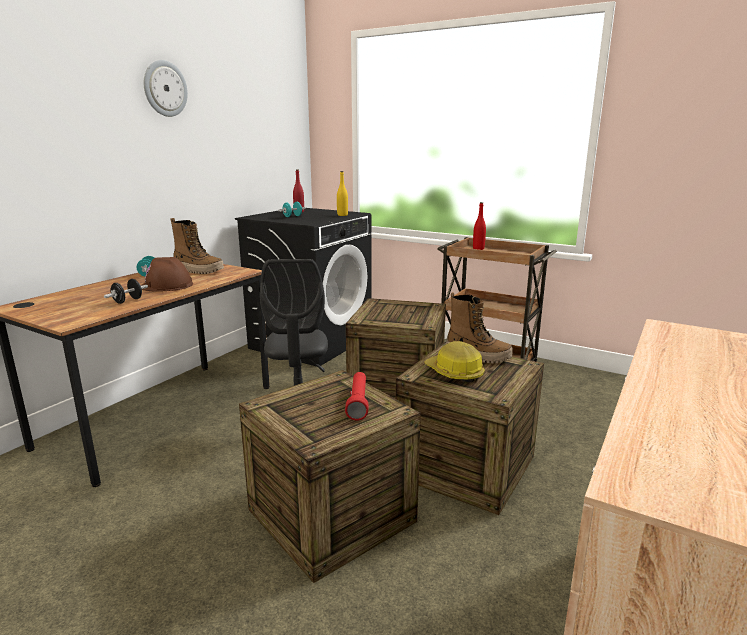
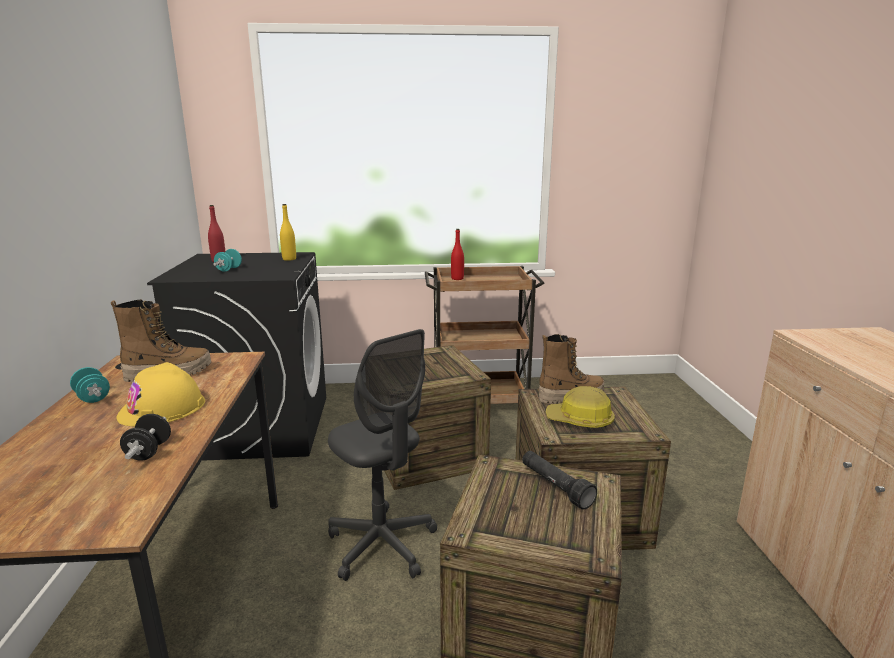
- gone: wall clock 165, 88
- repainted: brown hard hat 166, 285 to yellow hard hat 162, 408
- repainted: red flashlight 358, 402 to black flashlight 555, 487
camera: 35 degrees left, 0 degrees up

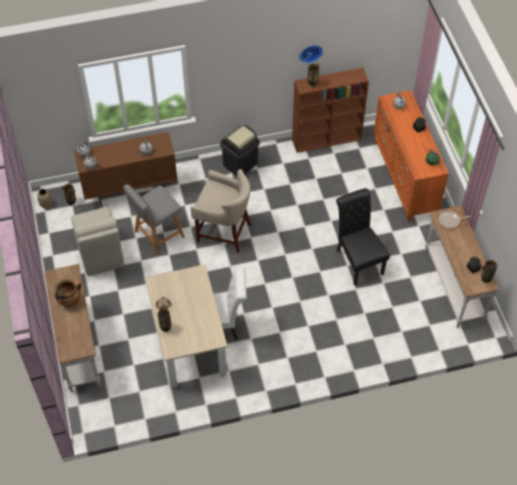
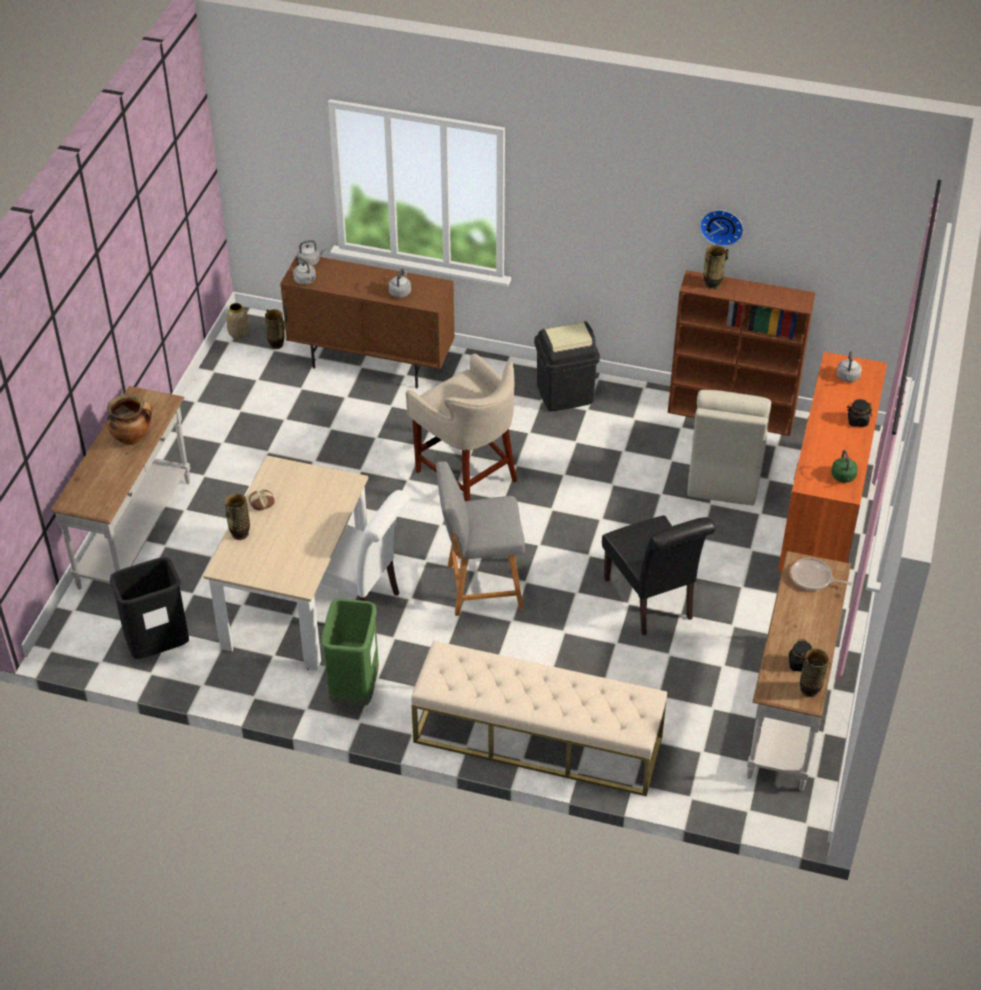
- shifted: grey stool 157, 235 to 480, 587
- rotated: black chair 357, 260 = 651, 602 150 degrees clockwise
- shifted: beige chair 100, 253 to 724, 473
- new: black trash can 159, 647
- new: green trash can 354, 691
- new: beige bench 537, 739
camera: 30 degrees right, 10 degrees down

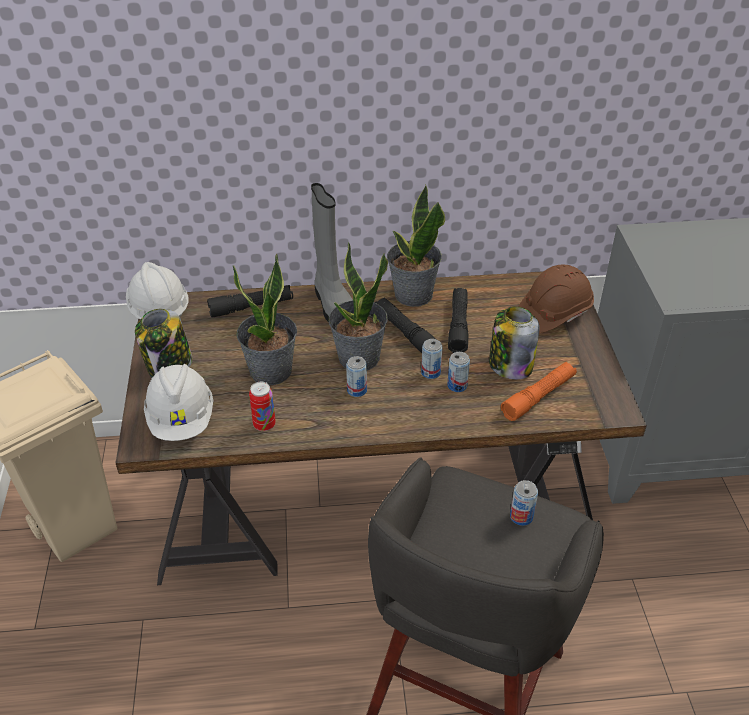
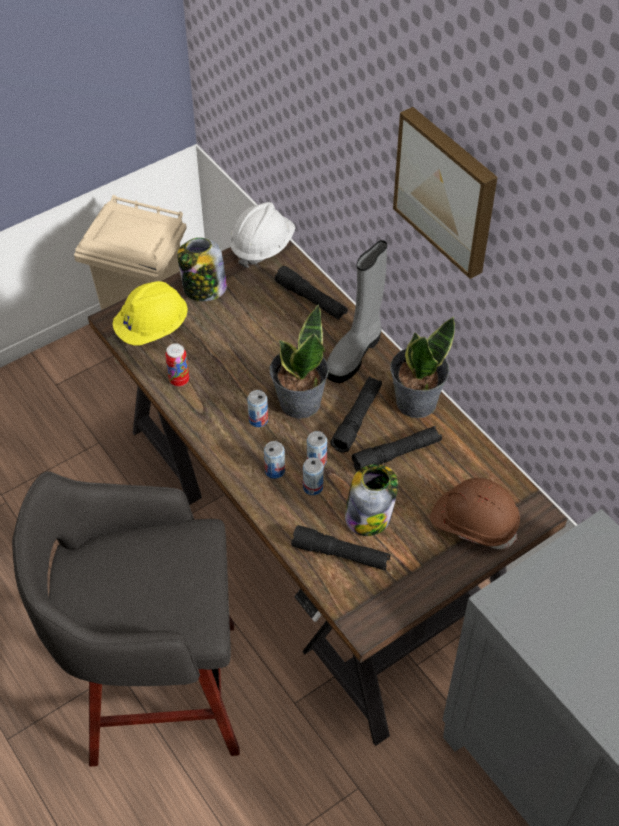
- gone: potted plant 271, 371
- repainted: orange flashlight 538, 397 to black flashlight 340, 554
- repainted: white hard hat 182, 419 to yellow hard hat 152, 328
- shifted: can 521, 516 to 275, 470
- new: picture 448, 190
camera: 60 degrees right, 10 degrees up

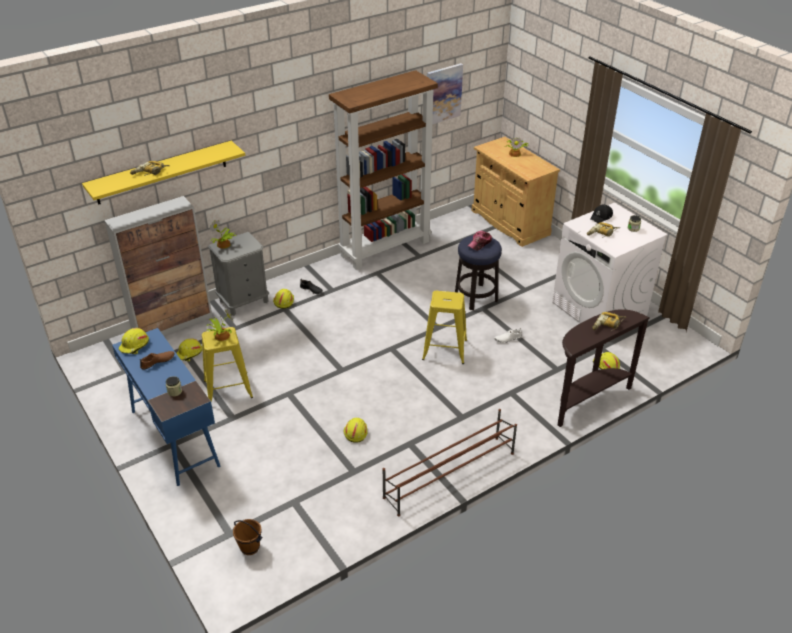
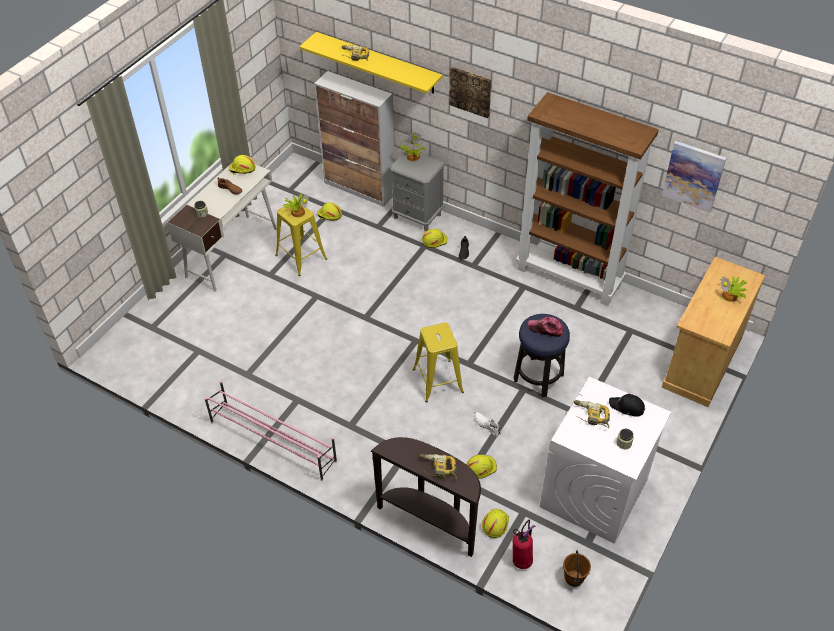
- repainted: blue desk 174, 437 to white desk 232, 252
- repainted: brown shoe rack 449, 475 to pink shoe rack 272, 441
- shifted: yellow hard hat 355, 432 to 481, 467
- shifted: brown bucket 249, 548 to 573, 578
- new: picture 470, 91
- new: fire extinguisher 521, 560
camera: 65 degrees right, 10 degrees up

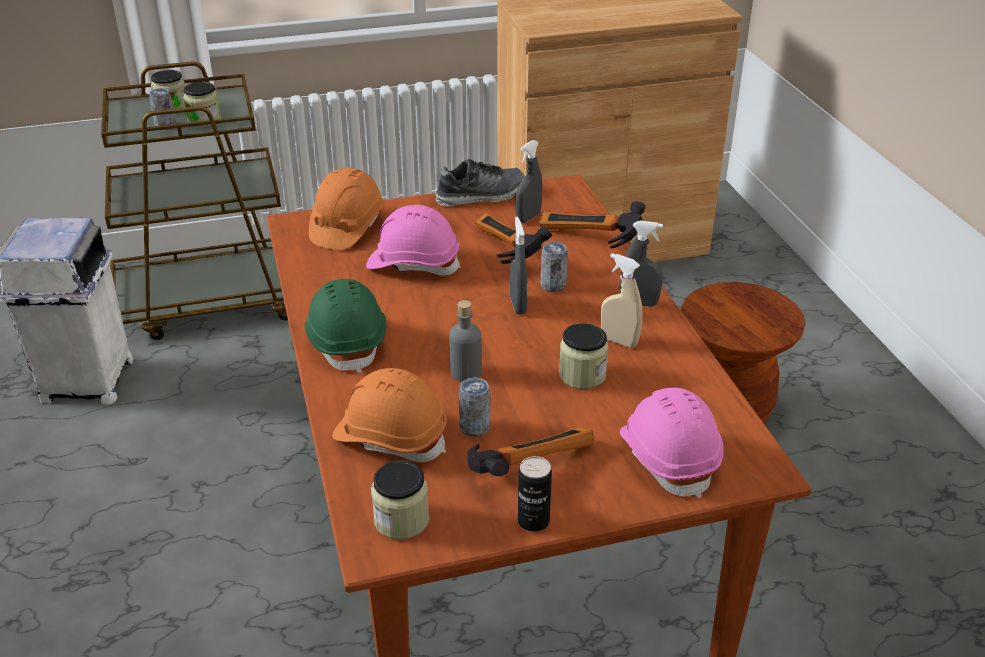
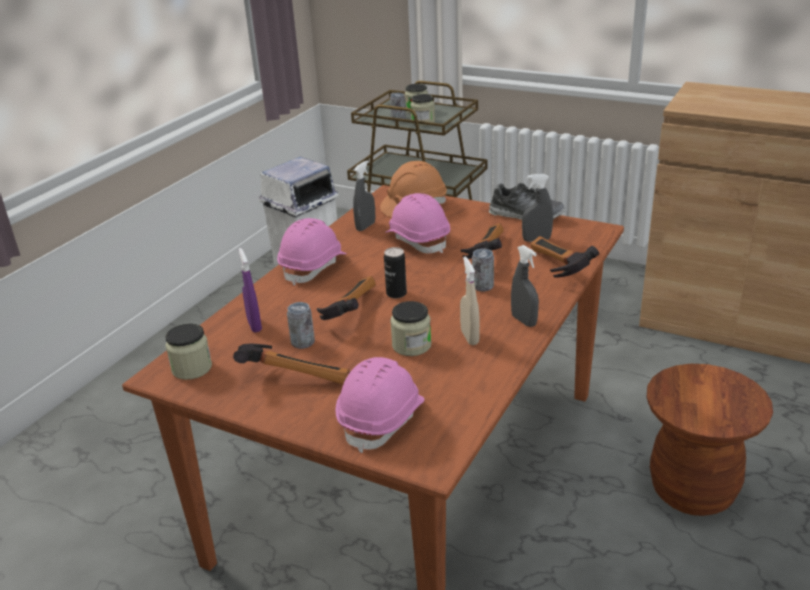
- shifted: grey spray bottle 518, 305 to 365, 226
- repainted: green hard hat 347, 342 to pink hard hat 314, 266
- swapped: grey bottle 466, 372 to hammer 347, 311
- swapped: orange hard hat 390, 437 to purple spray bottle 254, 325
- shifted: can 533, 521 to 396, 293
camera: 45 degrees right, 5 degrees down

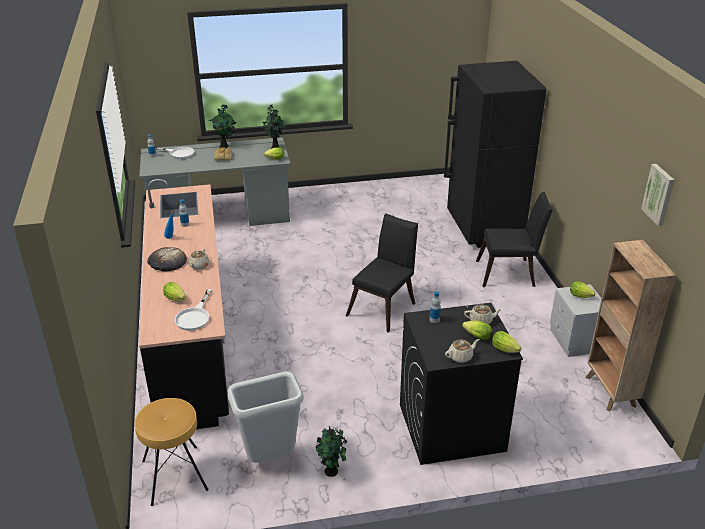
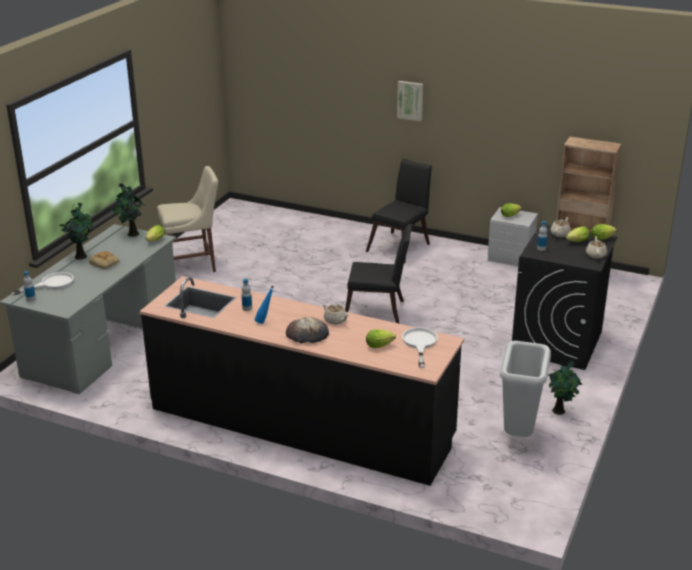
- gone: black fridge 483, 228
- shifted: picture 659, 194 to 410, 100
- rotated: black chair 384, 307 = 378, 313 120 degrees clockwise
- rotated: white frying pan 195, 316 = 419, 344 135 degrees counterclockwise
- gone: brown stool 175, 474
- new: beige chair 193, 265
camera: 55 degrees left, 5 degrees down

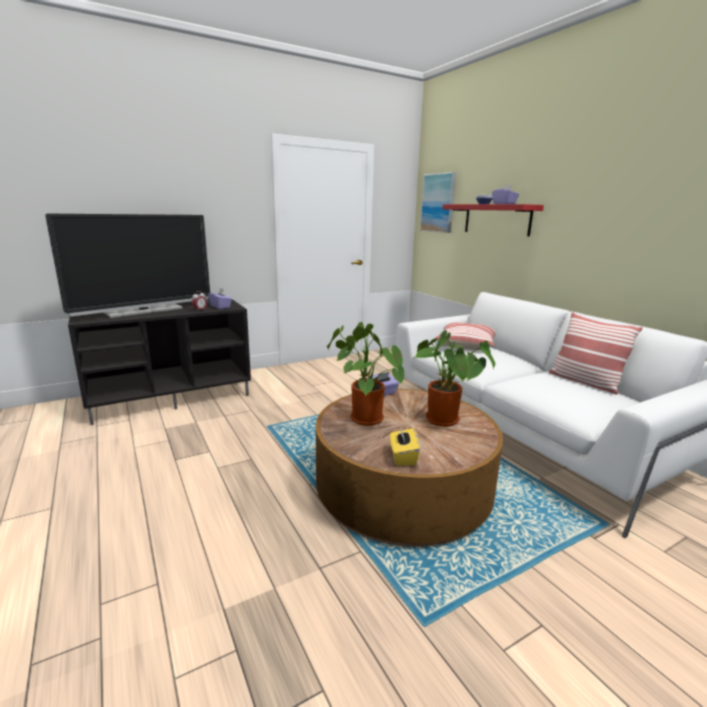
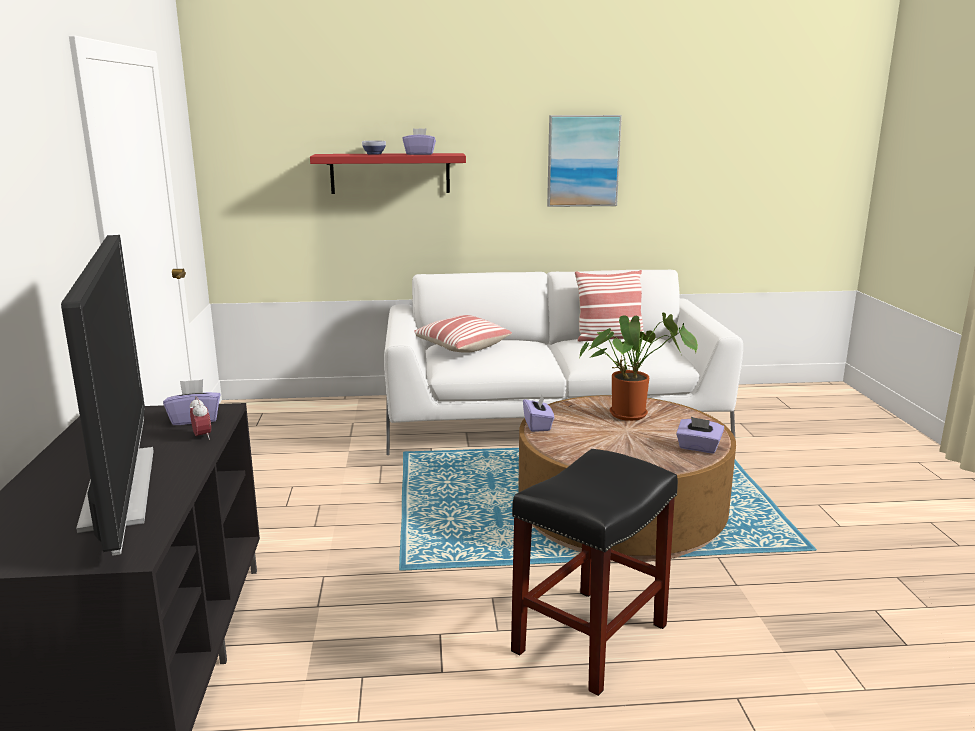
- shifted: picture 438, 203 to 583, 161
- gone: potted plant 363, 418
- repainted: yellow tissue box 403, 457 to purple tissue box 698, 448
- new: black stool 590, 637
camera: 65 degrees left, 0 degrees up

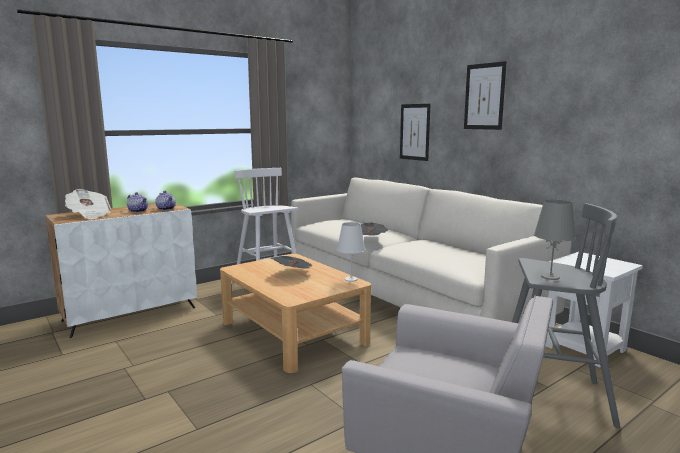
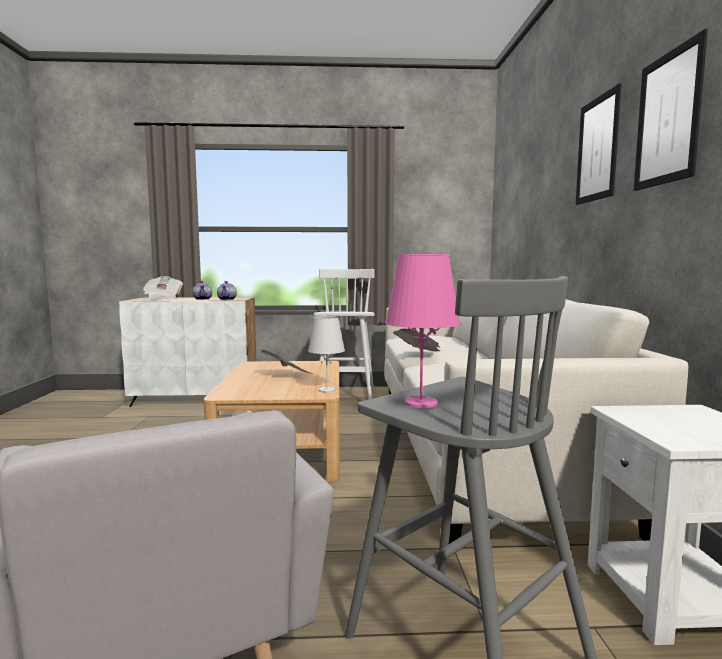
- shifted: picture 414, 132 to 668, 118
- repainted: grey table lamp 550, 277 to pink table lamp 421, 403
camera: 35 degrees right, 5 degrees down

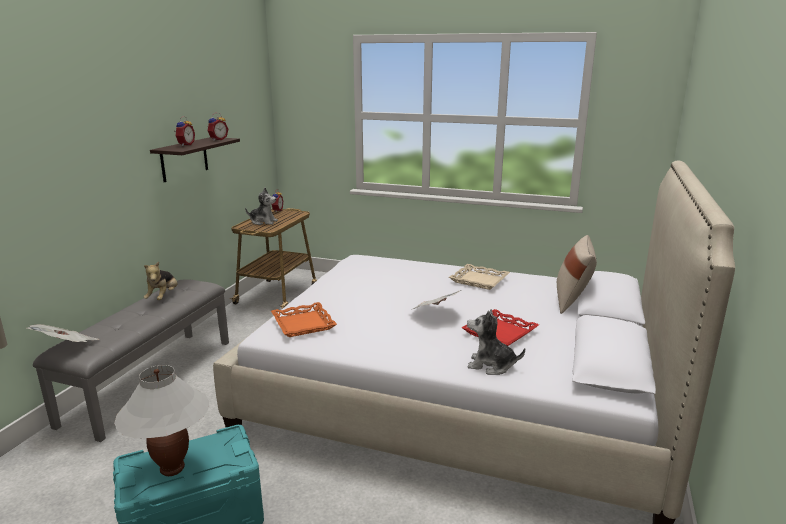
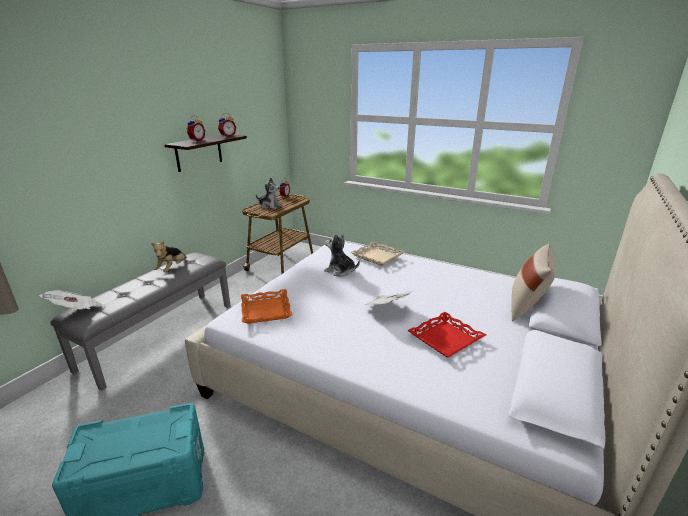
- shifted: beige tray 479, 280 to 377, 257
- shifted: plush toy 491, 365 to 340, 271
- gone: white table lamp 172, 469
camera: 10 degrees right, 5 degrees up

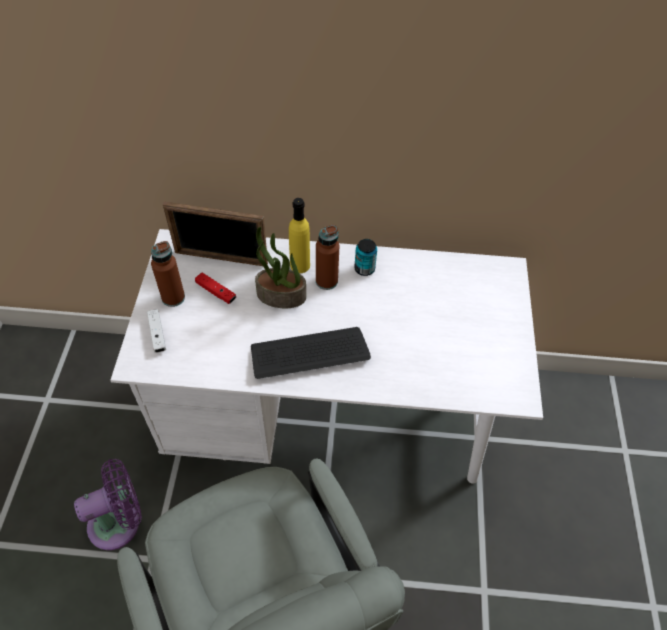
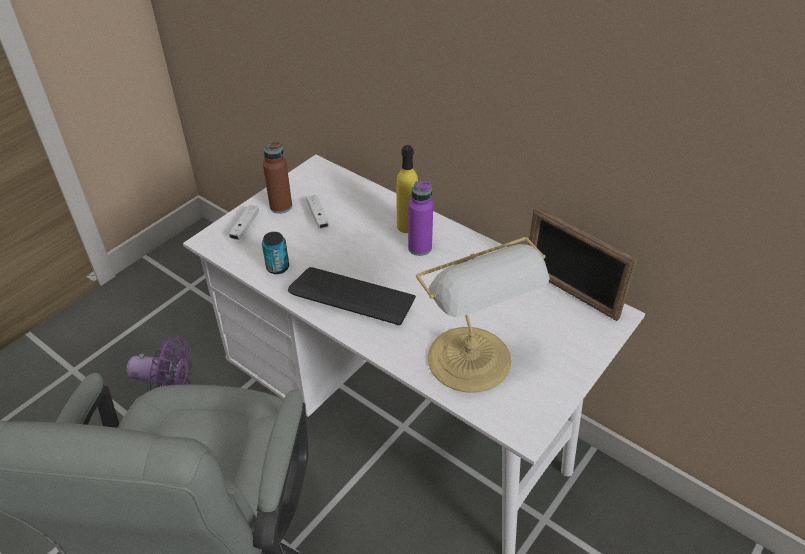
- shifted: picture frame 221, 258 to 570, 292
- repainted: brown bottle 326, 281 to purple bottle 420, 248
- gone: potted plant 280, 296
- shifted: can 364, 269 to 277, 267
- repainted: red game controller 216, 292 to white game controller 318, 216
- new: table lamp 472, 362
camera: 35 degrees right, 10 degrees down

